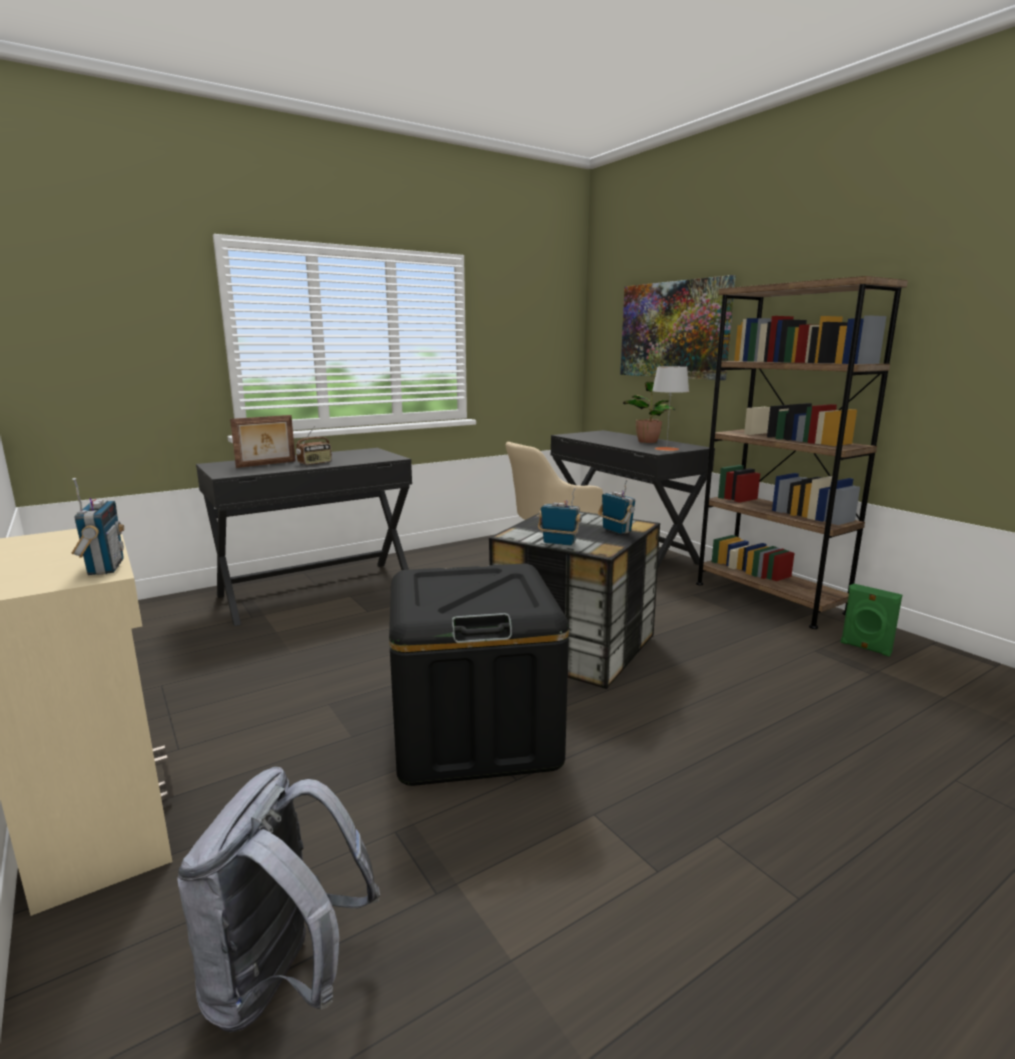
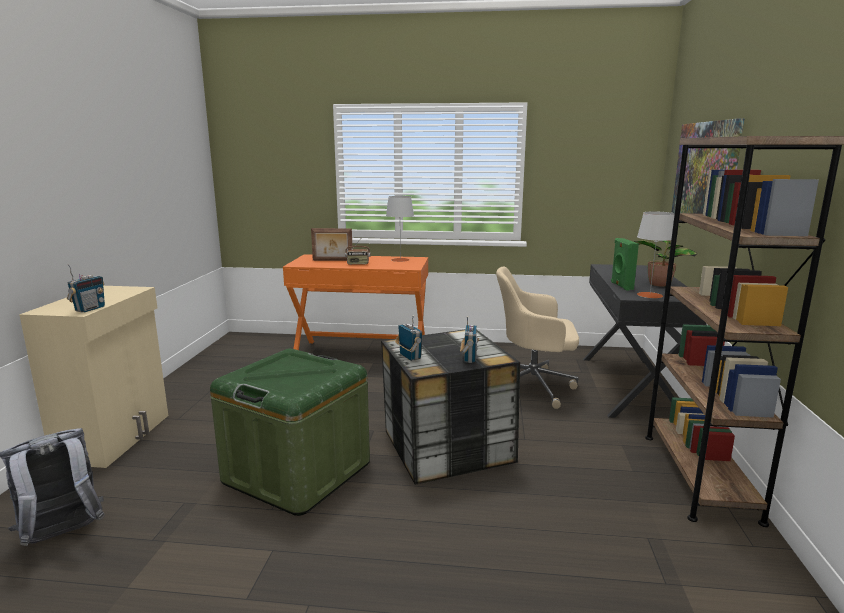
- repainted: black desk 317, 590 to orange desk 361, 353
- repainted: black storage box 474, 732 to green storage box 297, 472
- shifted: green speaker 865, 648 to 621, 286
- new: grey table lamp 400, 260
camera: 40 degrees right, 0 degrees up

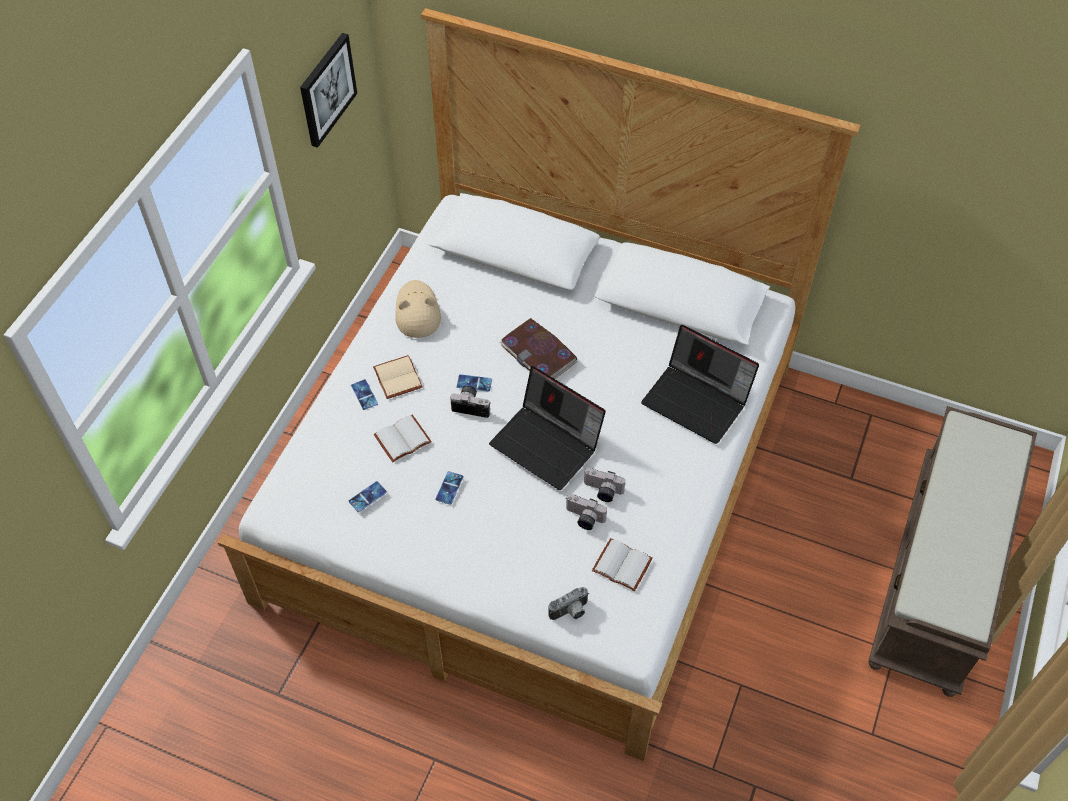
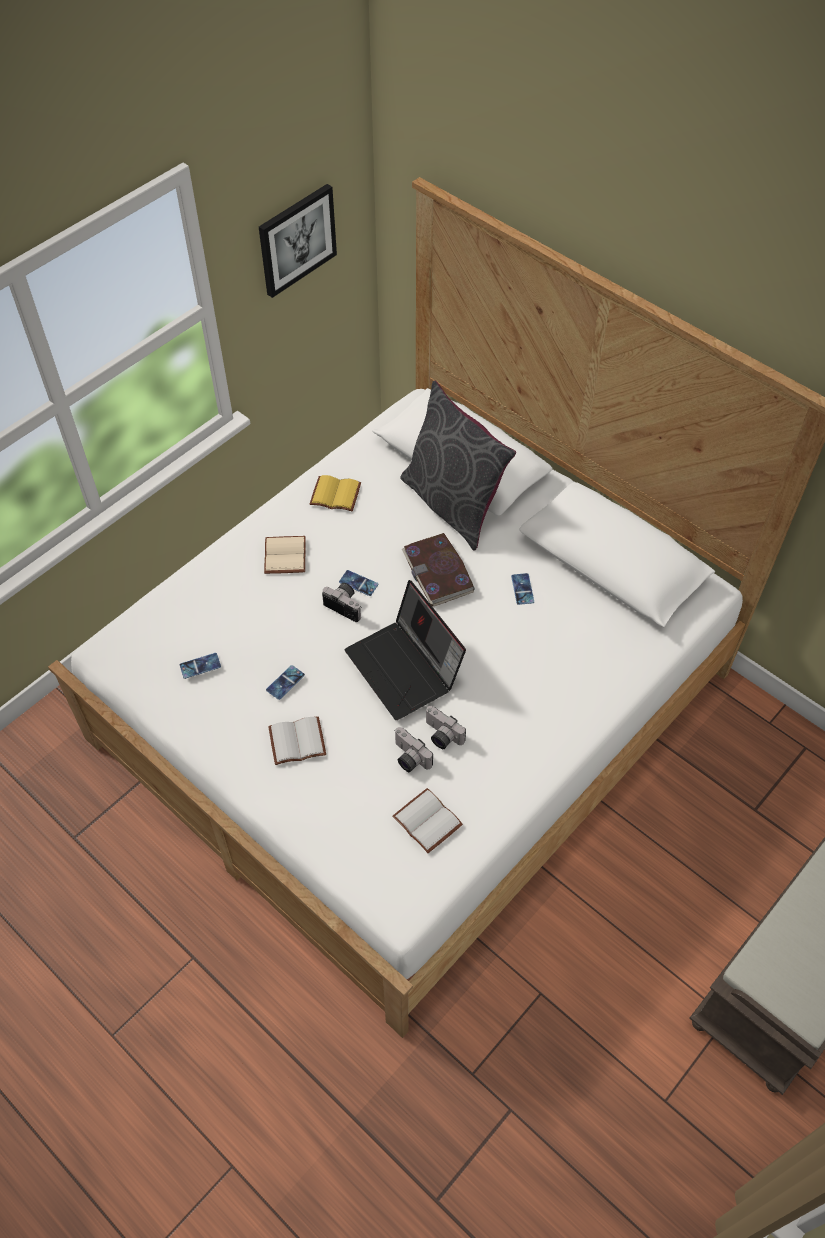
- swapped: beige hat 417, 312 to yellow book 334, 495
- gone: laptop 697, 401
- shifted: phone 364, 395 to 522, 589
- shifted: white book 402, 440 to 296, 743
- gone: photo camera 570, 612
- new: grey pillow 452, 504
camera: 20 degrees right, 0 degrees up

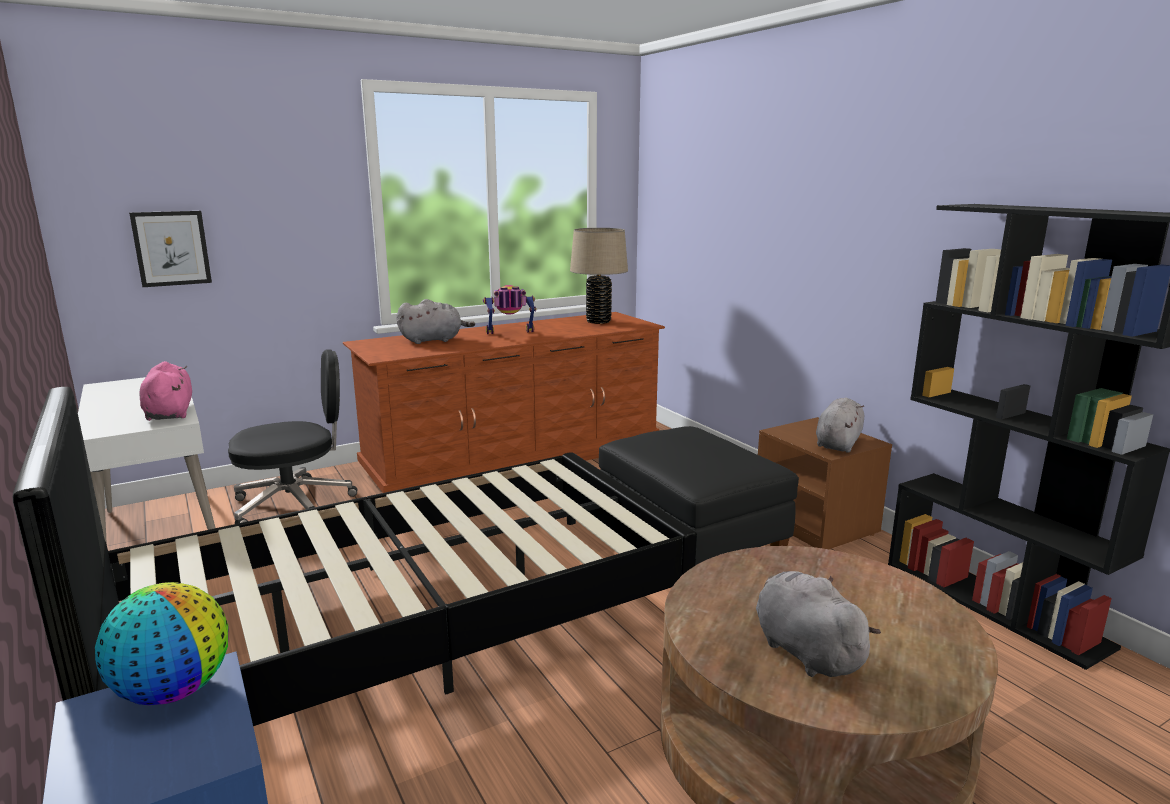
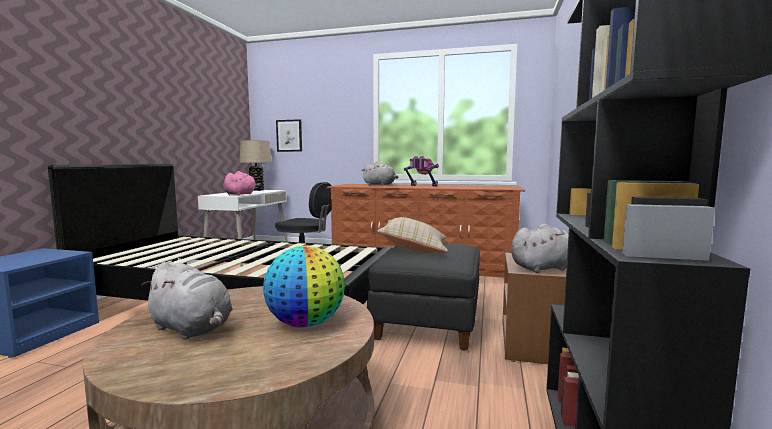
- shifted: beige table lamp 598, 321 to 257, 190
- rotated: grey plush toy 804, 650 = 192, 329 105 degrees clockwise
- shifted: globe 174, 691 to 306, 324
- new: beige pillow 414, 249
camera: 45 degrees right, 10 degrees down

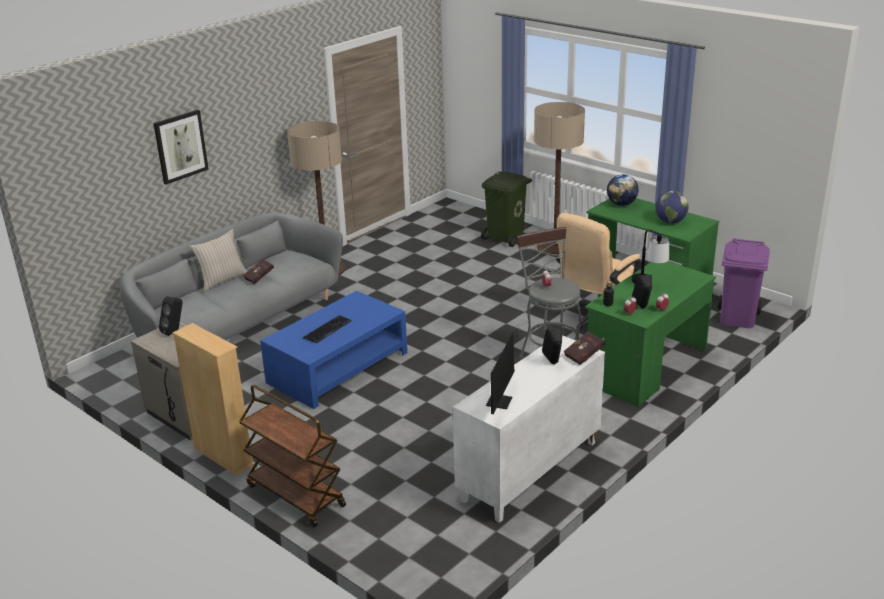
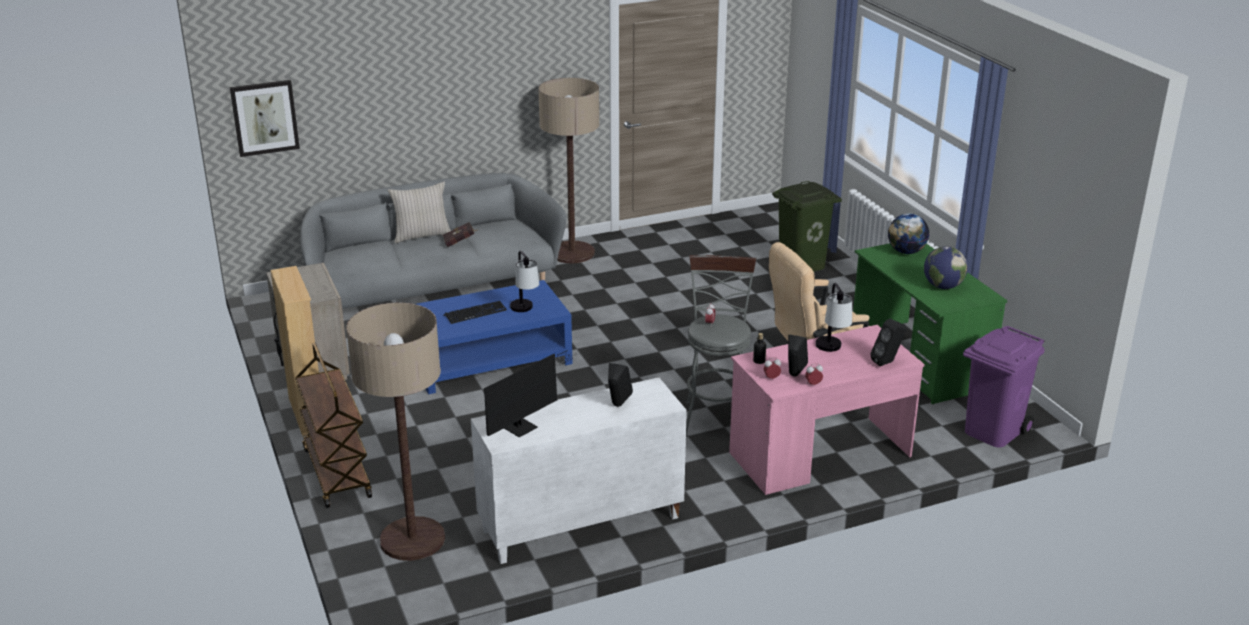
- shifted: floor lamp 555, 247 to 412, 540
- shifted: picture 180, 146 to 264, 117
- repainted: green desk 646, 367 to pink desk 819, 455
- shifted: black speaker 174, 331 to 887, 362
- gone: red book 585, 356
- new: table lamp 525, 312
camera: 25 degrees right, 0 degrees up

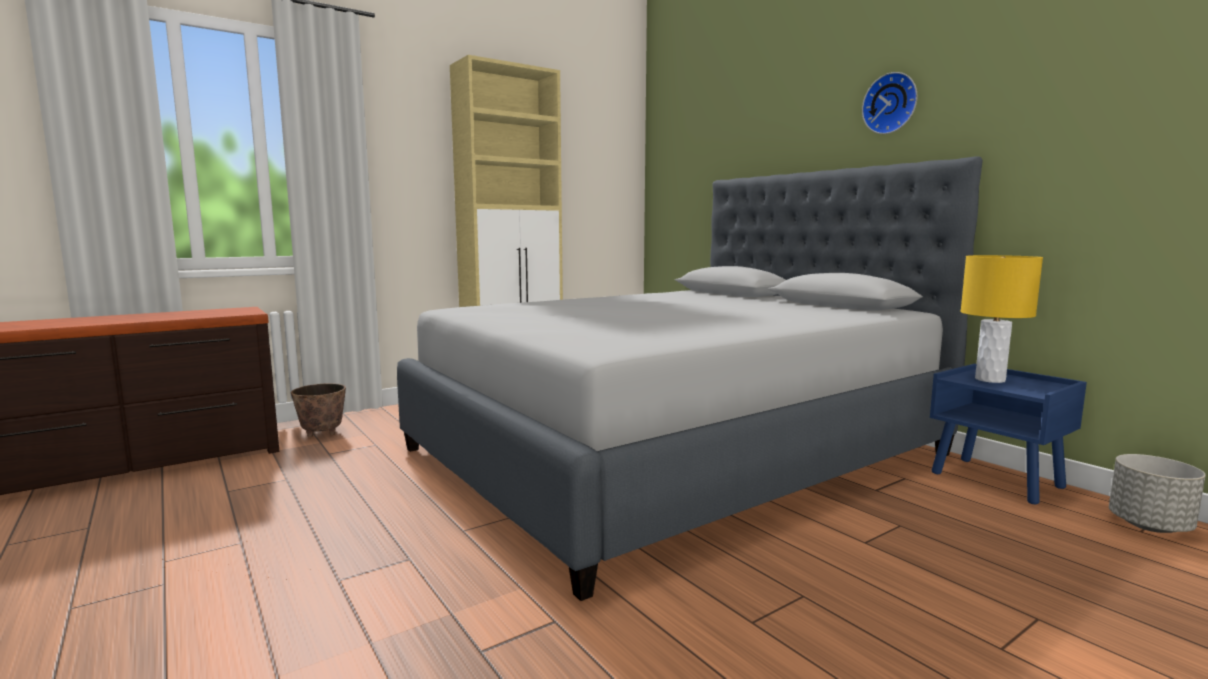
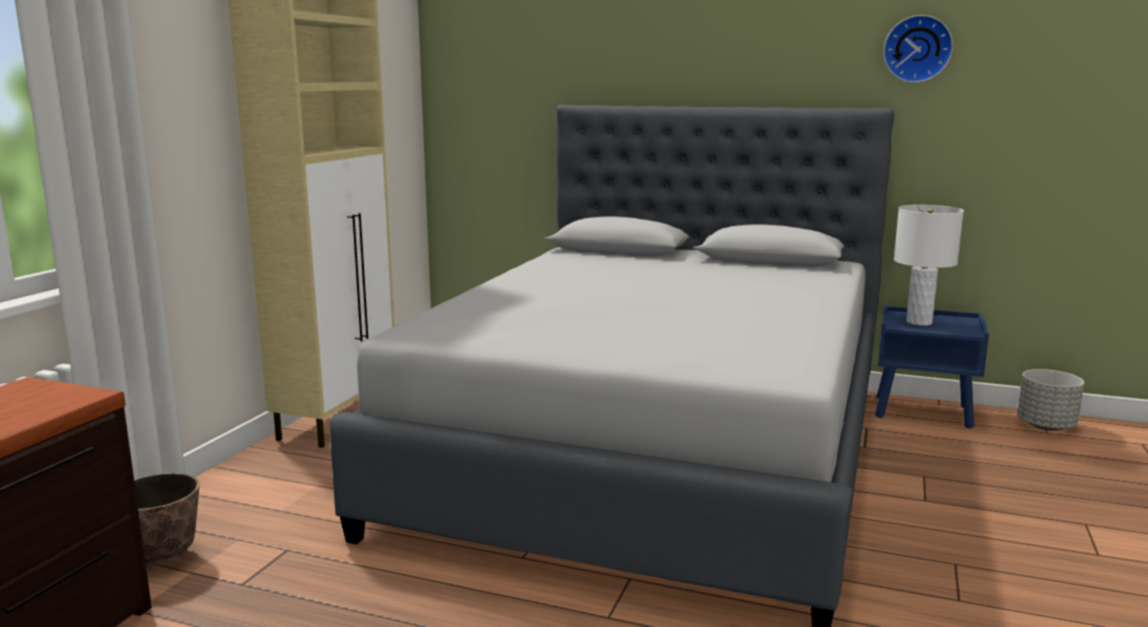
- shifted: wall clock 891, 104 to 917, 49
- repainted: yellow table lamp 990, 379 to white table lamp 919, 322
camera: 35 degrees left, 5 degrees up

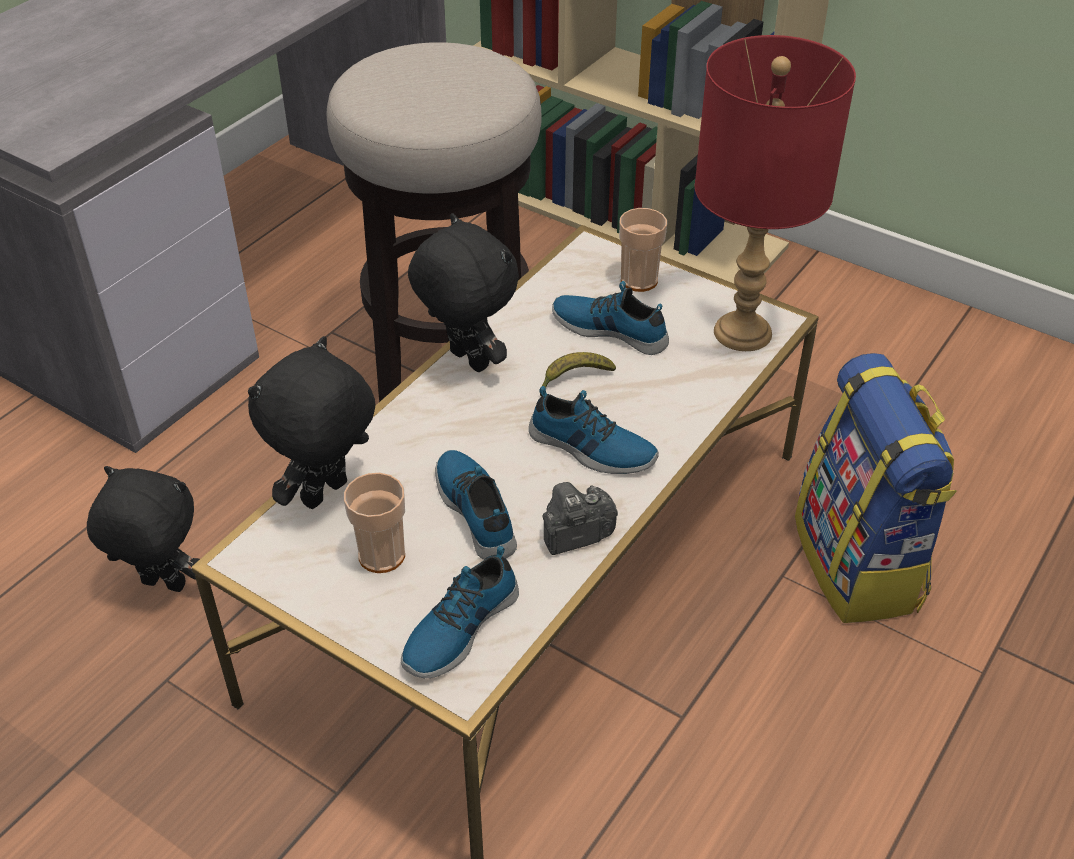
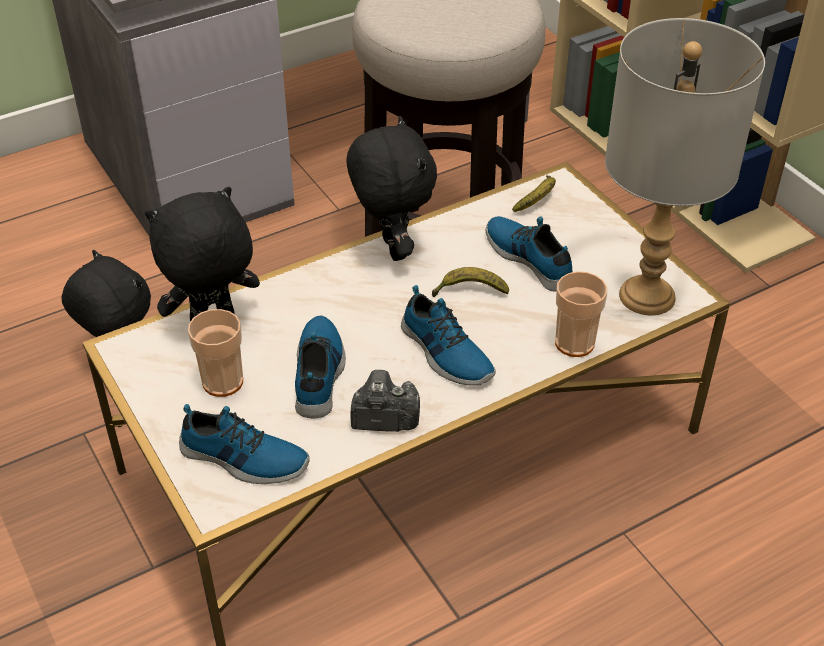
- repainted: red table lamp 741, 332 to grey table lamp 646, 295
- shifted: cup 639, 280 to 574, 343
- gone: backpack 859, 564
- rotated: shoe 458, 627 = 243, 459 135 degrees counterclockwise
- new: banana 537, 200
camera: 25 degrees right, 0 degrees up

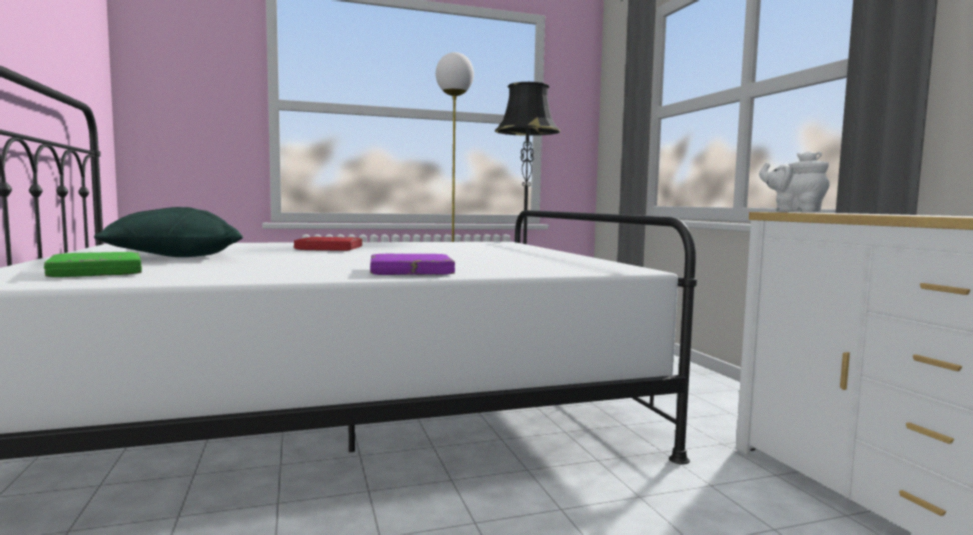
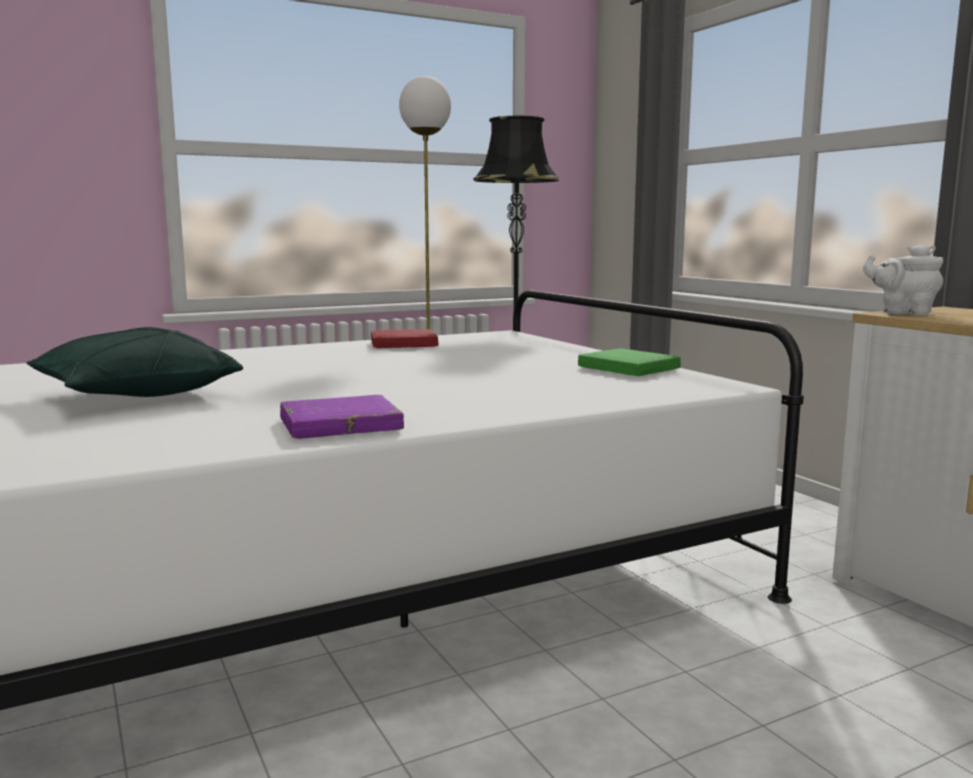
- shifted: red book 329, 249 to 404, 344
- shifted: green book 96, 272 to 628, 369
- shifted: purple book 411, 271 to 340, 425
camera: 10 degrees left, 5 degrees up

